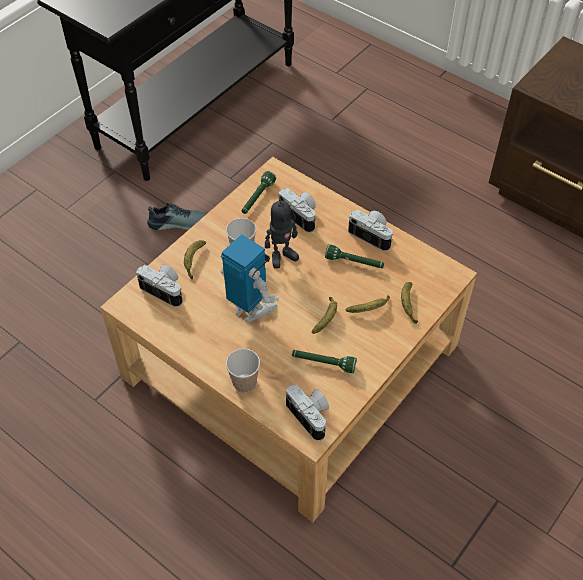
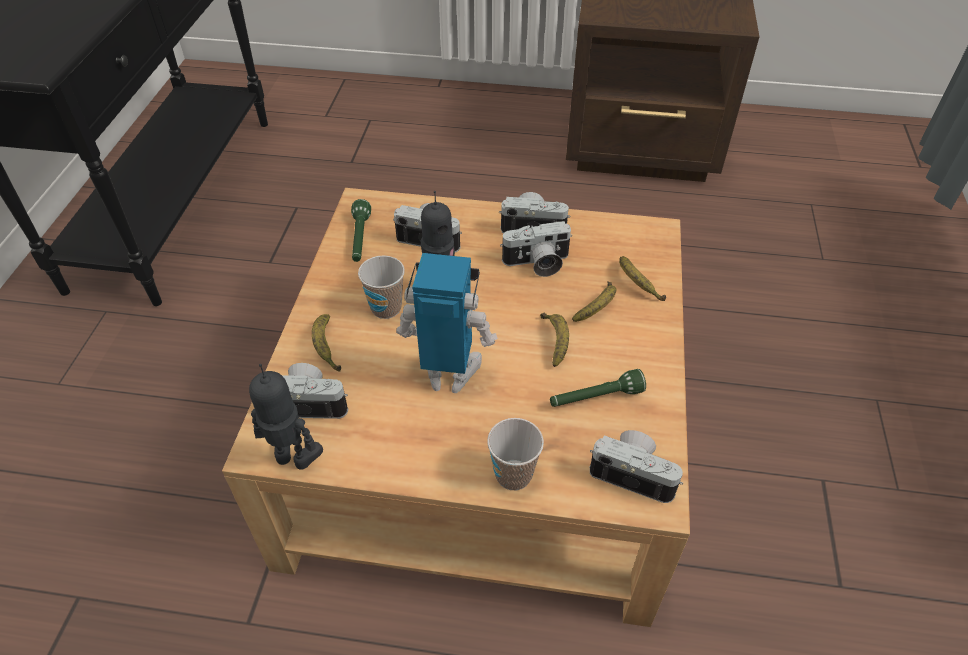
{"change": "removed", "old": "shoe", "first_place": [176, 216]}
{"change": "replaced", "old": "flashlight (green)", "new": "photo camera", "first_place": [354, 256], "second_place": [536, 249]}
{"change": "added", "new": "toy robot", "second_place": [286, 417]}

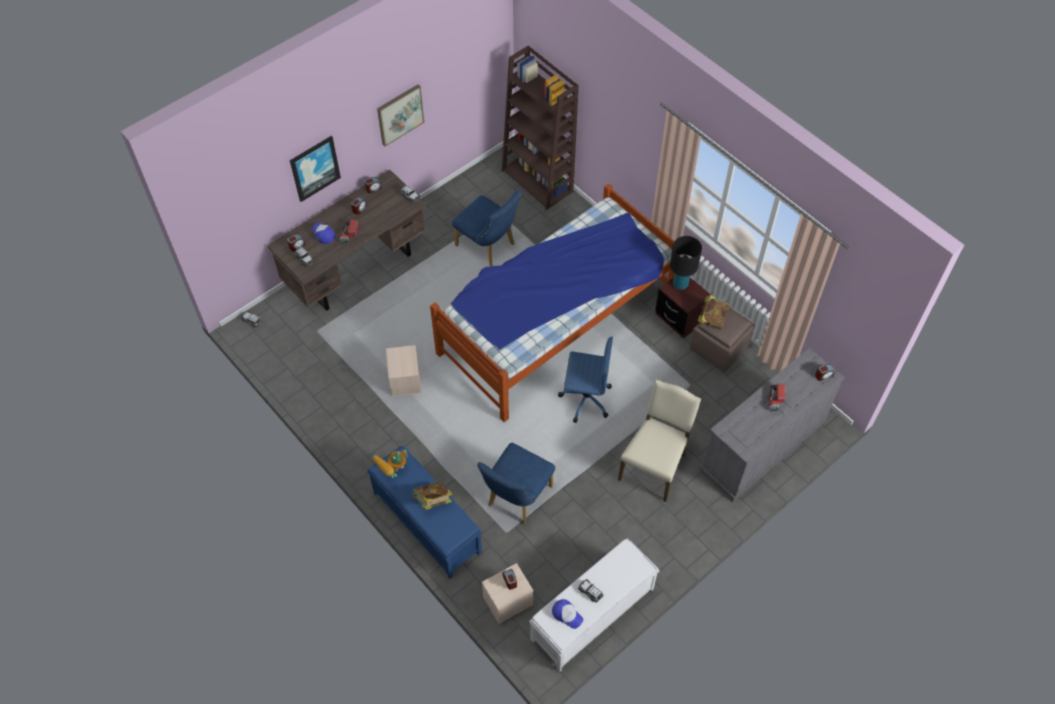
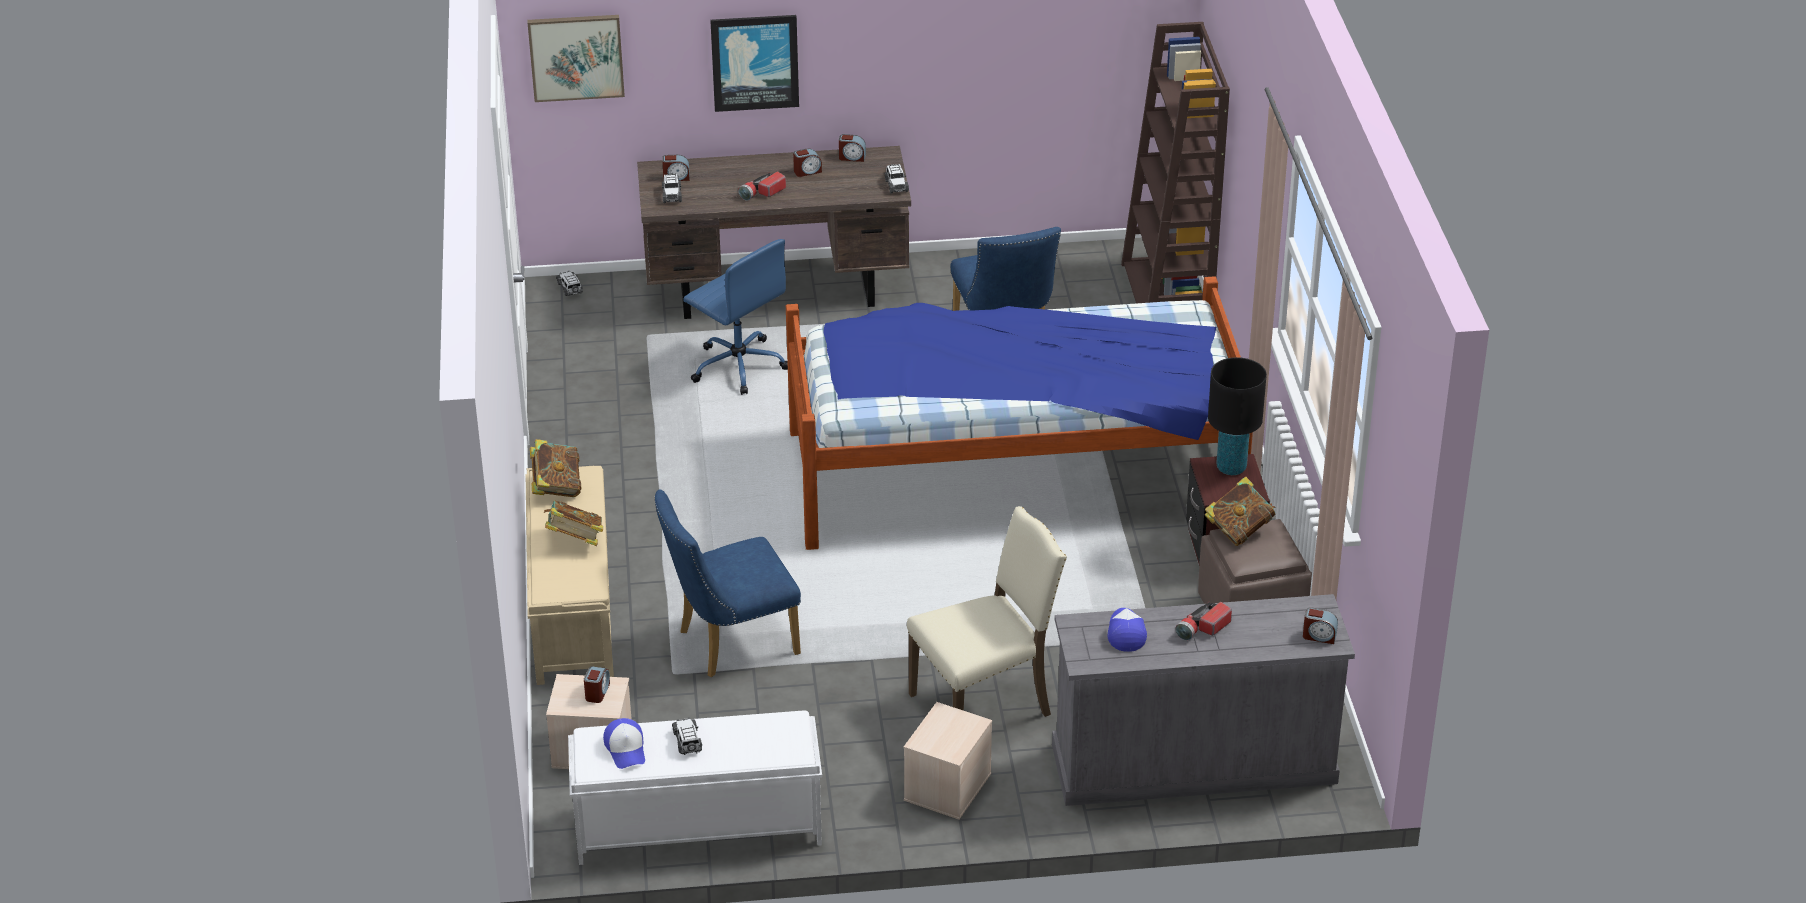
{"change": "moved", "old": "picture", "first_place": [400, 115], "second_place": [576, 58]}
{"change": "moved", "old": "cap", "first_place": [324, 233], "second_place": [1127, 630]}
{"change": "moved", "old": "office chair (blue)", "first_place": [585, 379], "second_place": [735, 317]}
{"change": "moved", "old": "storage box (beige)", "first_place": [403, 371], "second_place": [948, 761]}
{"change": "recoloured", "old": "bench (blue)", "new": "bench (beige)", "first_place": [424, 512], "second_place": [570, 575]}
{"change": "replaced", "old": "toy robot", "new": "book", "first_place": [390, 464], "second_place": [555, 468]}

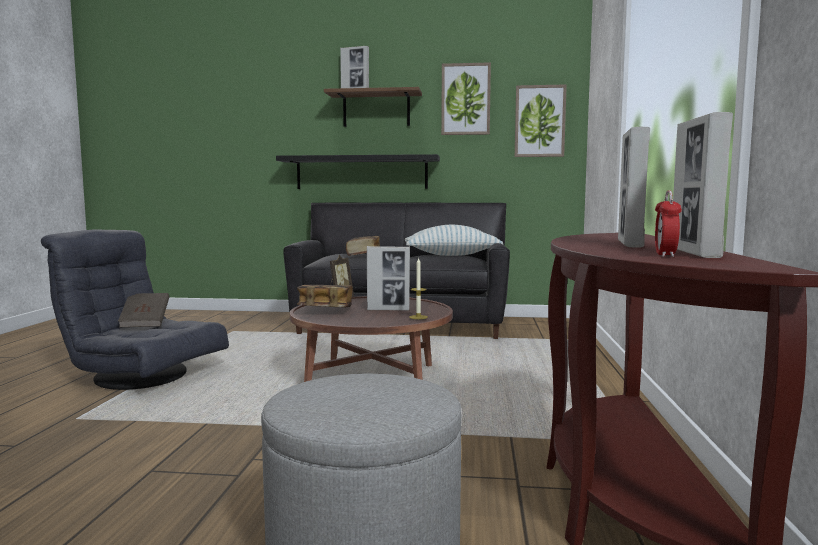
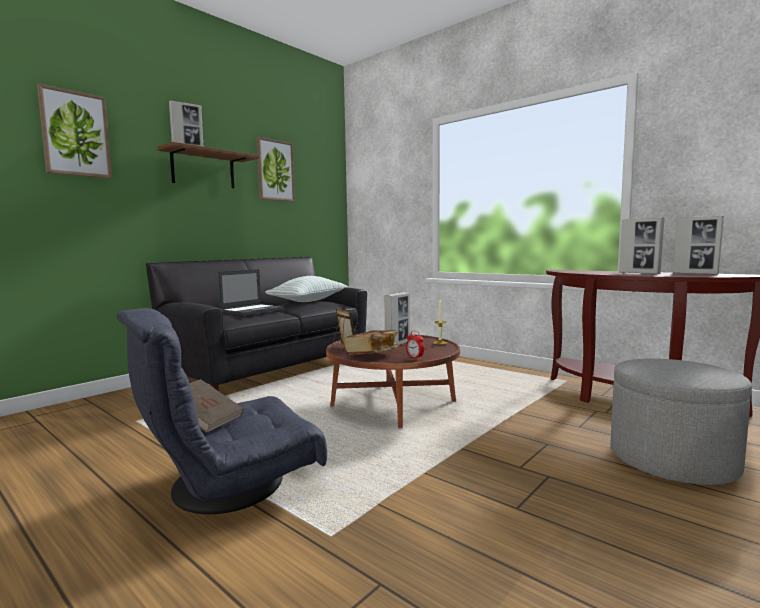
{"change": "moved", "old": "picture", "first_place": [541, 120], "second_place": [74, 131]}
{"change": "removed", "old": "shelf (black)", "first_place": [358, 171]}
{"change": "moved", "old": "alarm clock", "first_place": [668, 223], "second_place": [415, 345]}
{"change": "replaced", "old": "book", "new": "laptop", "first_place": [363, 246], "second_place": [251, 292]}

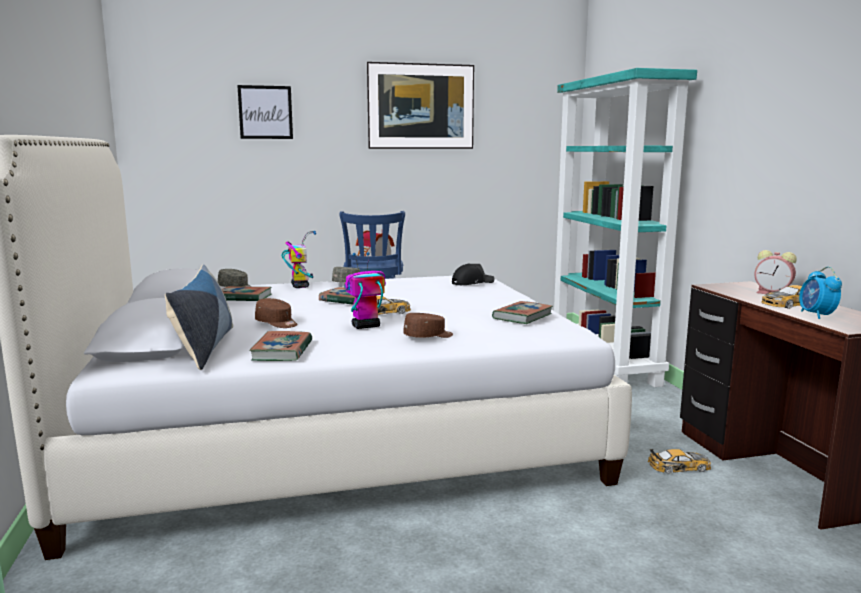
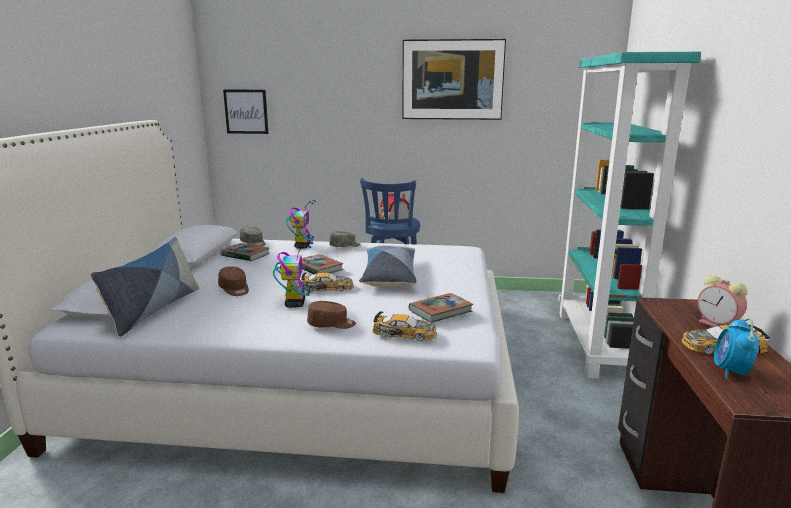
{"change": "moved", "old": "picture", "first_place": [265, 112], "second_place": [245, 112]}
{"change": "turned", "old": "toy robot", "first_place": [365, 290], "second_place": [293, 274], "degrees": 90}
{"change": "removed", "old": "cap (black)", "first_place": [473, 274]}
{"change": "removed", "old": "book", "first_place": [280, 346]}
{"change": "moved", "old": "toy car", "first_place": [679, 461], "second_place": [404, 326]}
{"change": "added", "new": "pillow", "second_place": [388, 266]}

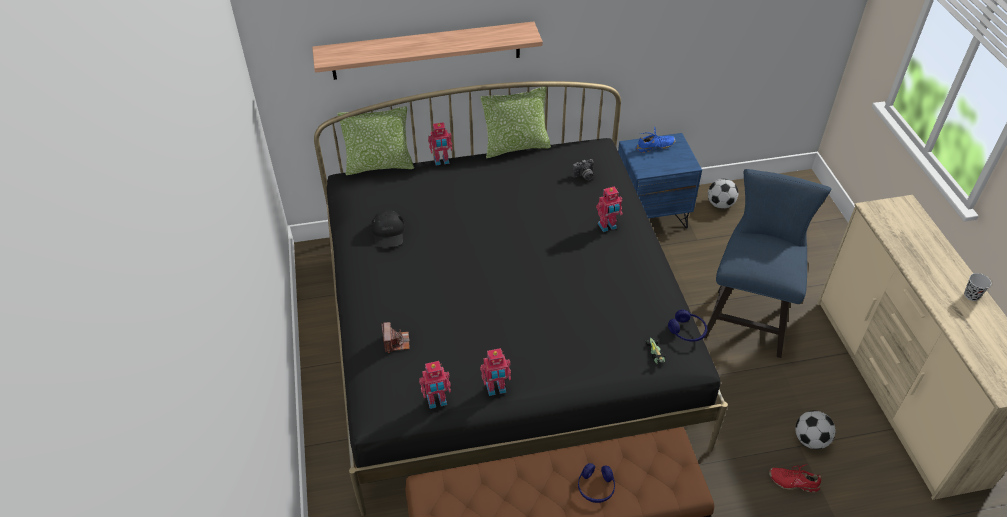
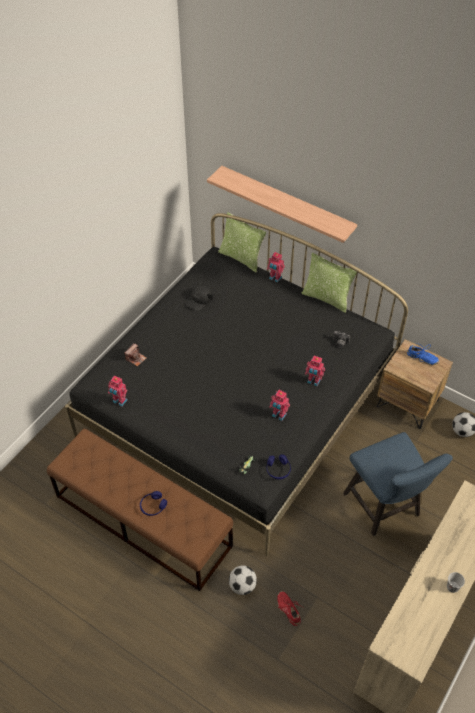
{"change": "recoloured", "old": "nightstand (blue)", "new": "nightstand (brown)", "first_place": [660, 180], "second_place": [415, 384]}
{"change": "turned", "old": "chair (blue)", "first_place": [767, 263], "second_place": [398, 484], "degrees": 90}
{"change": "moved", "old": "toy robot", "first_place": [495, 372], "second_place": [279, 405]}
{"change": "moved", "old": "football", "first_place": [815, 430], "second_place": [243, 580]}

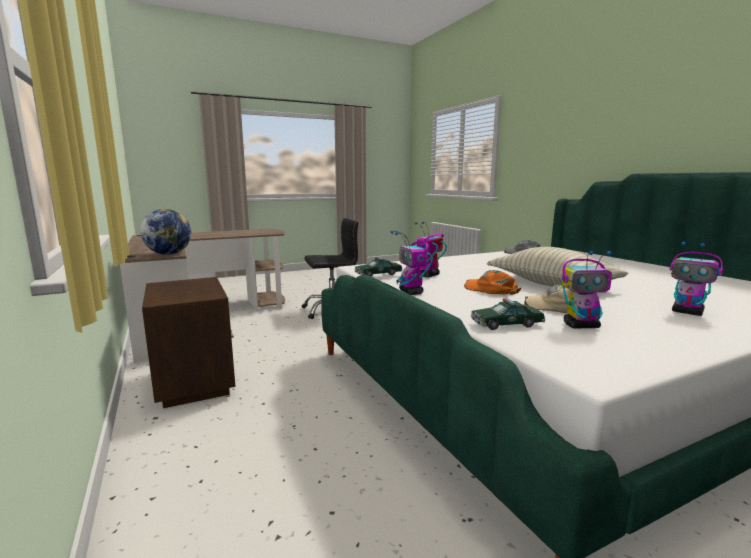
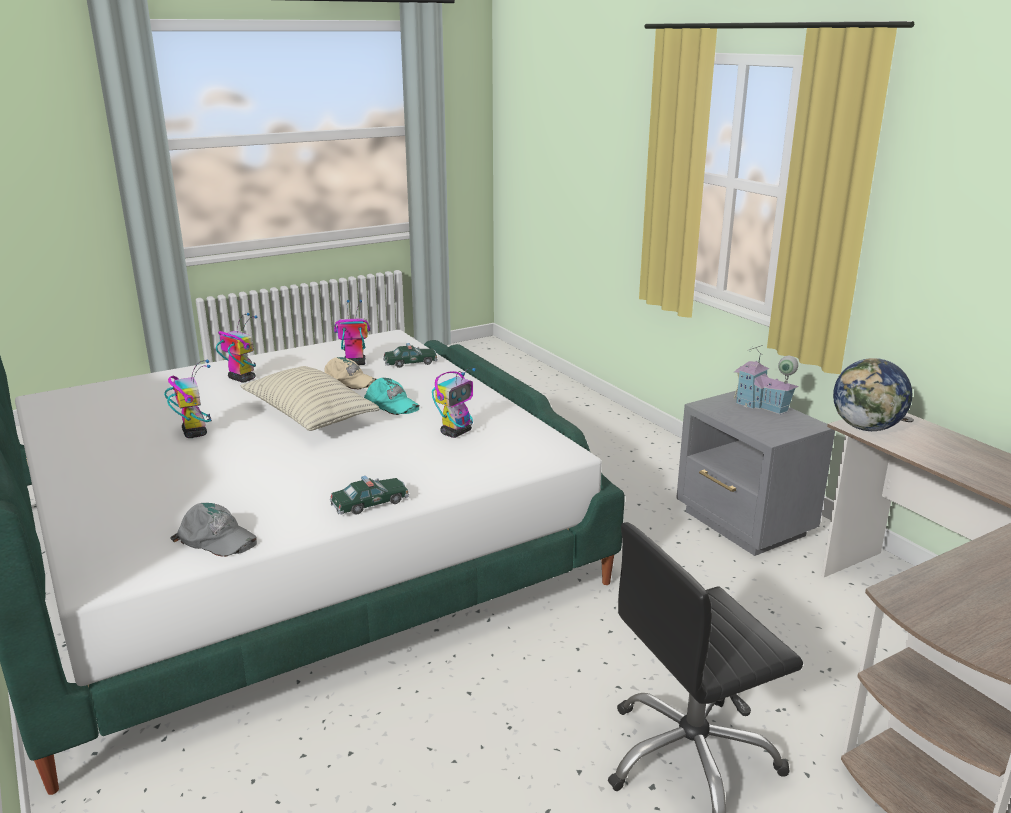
{"change": "moved", "old": "toy robot", "first_place": [412, 263], "second_place": [188, 398]}
{"change": "moved", "old": "toy car", "first_place": [379, 267], "second_place": [369, 495]}
{"change": "recoloured", "old": "cap (orange)", "new": "cap (turquoise)", "first_place": [493, 282], "second_place": [391, 396]}
{"change": "recoloured", "old": "nightstand (brown)", "new": "nightstand (grey)", "first_place": [188, 342], "second_place": [755, 473]}
{"change": "added", "new": "toy house", "second_place": [766, 379]}

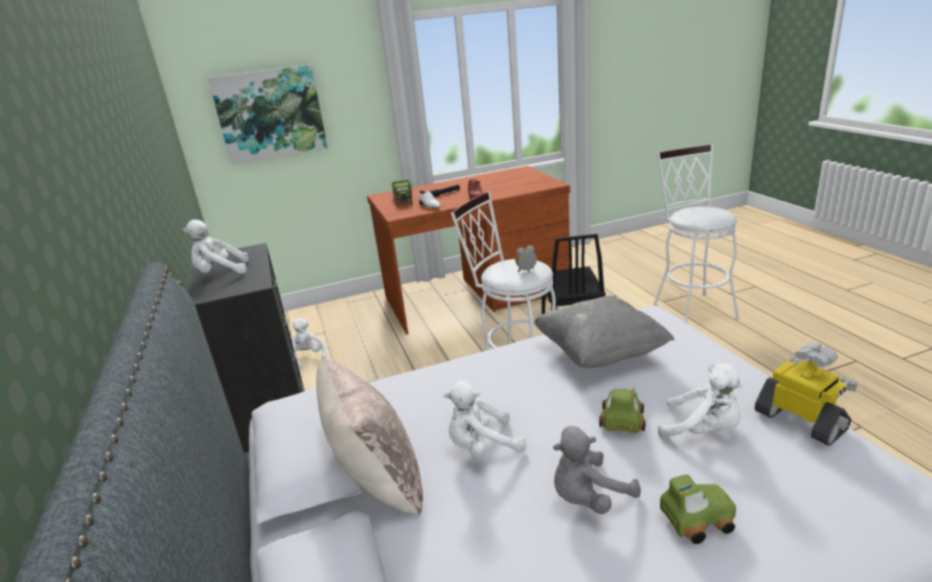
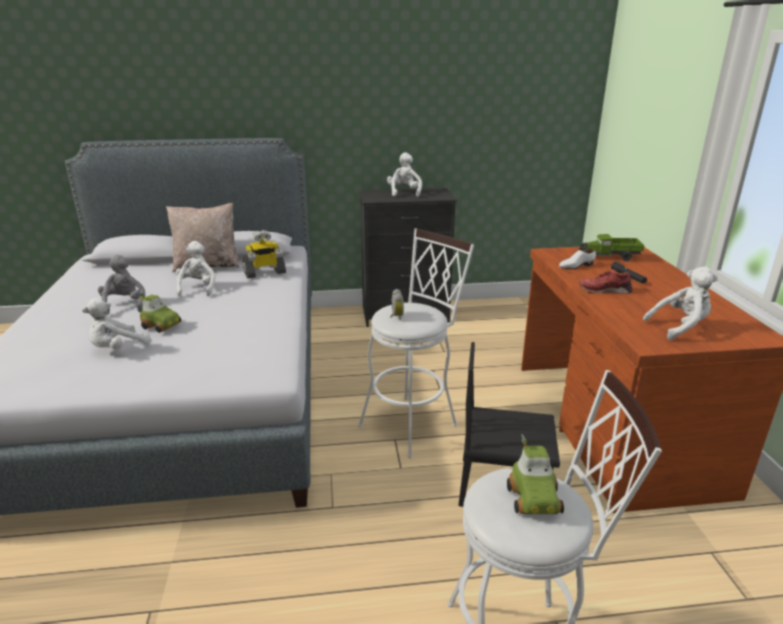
{"change": "removed", "old": "picture", "first_place": [268, 115]}
{"change": "removed", "old": "pillow (grey)", "first_place": [604, 332]}
{"change": "moved", "old": "plush toy (white)", "first_place": [309, 343], "second_place": [680, 303]}
{"change": "moved", "old": "toy robot", "first_place": [806, 394], "second_place": [264, 254]}
{"change": "moved", "old": "toy car", "first_place": [698, 509], "second_place": [535, 474]}

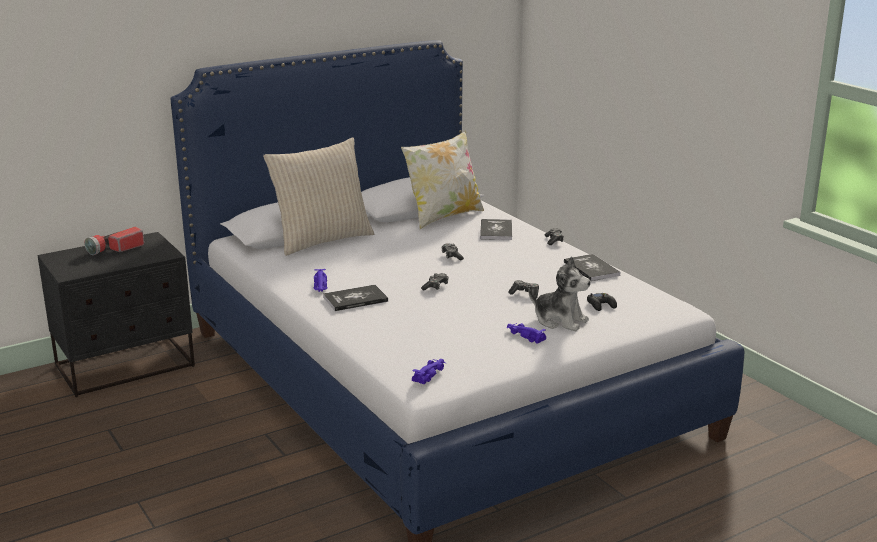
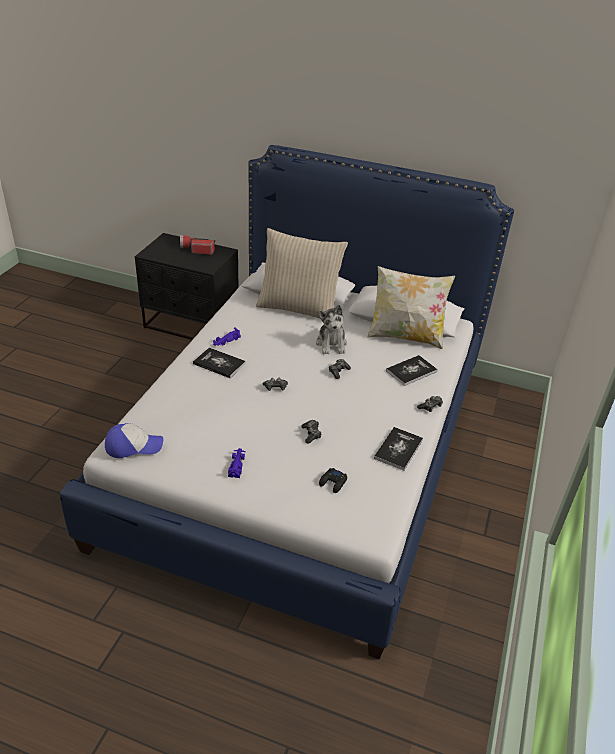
{"change": "moved", "old": "plush toy", "first_place": [559, 293], "second_place": [331, 329]}
{"change": "replaced", "old": "toy car (purple)", "new": "cap", "first_place": [429, 371], "second_place": [134, 440]}

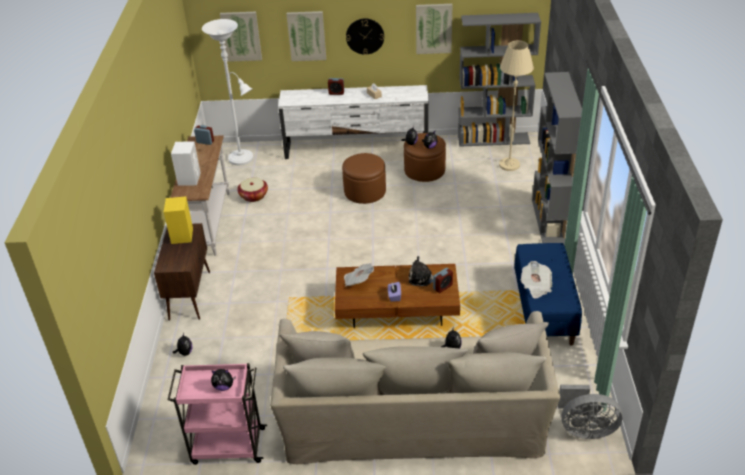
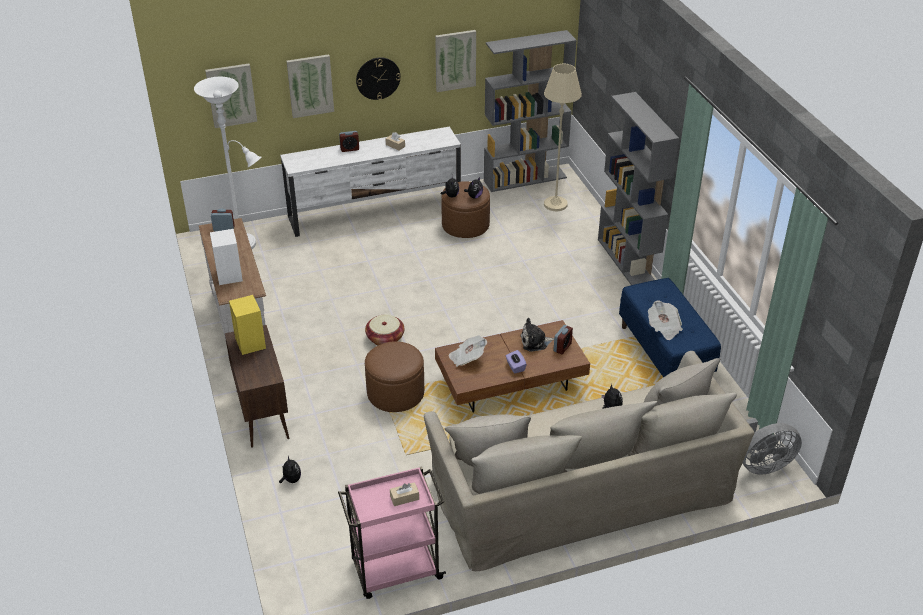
{"change": "moved", "old": "ottoman (brown)", "first_place": [364, 178], "second_place": [394, 376]}
{"change": "moved", "old": "basket", "first_place": [252, 189], "second_place": [384, 329]}
{"change": "replaced", "old": "plush toy", "new": "tissue box (beige)", "first_place": [223, 380], "second_place": [404, 494]}

